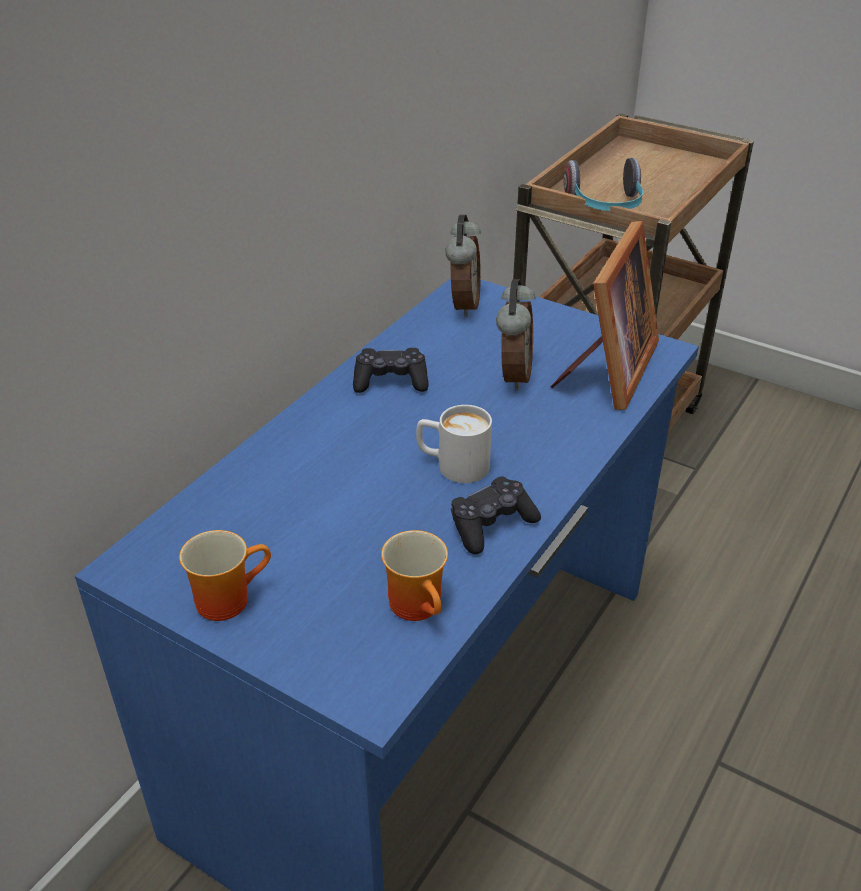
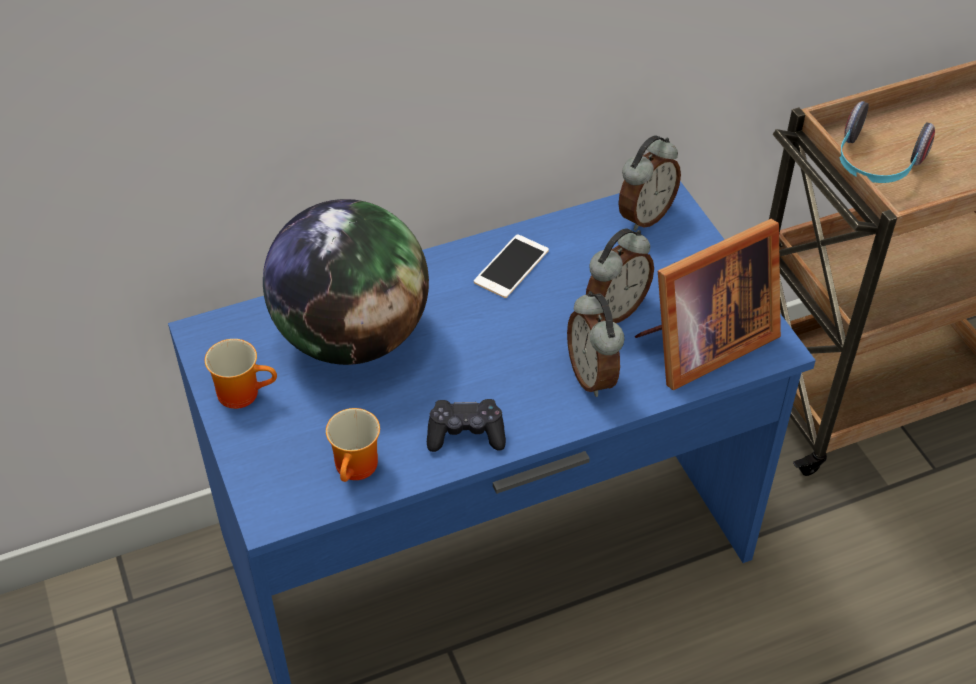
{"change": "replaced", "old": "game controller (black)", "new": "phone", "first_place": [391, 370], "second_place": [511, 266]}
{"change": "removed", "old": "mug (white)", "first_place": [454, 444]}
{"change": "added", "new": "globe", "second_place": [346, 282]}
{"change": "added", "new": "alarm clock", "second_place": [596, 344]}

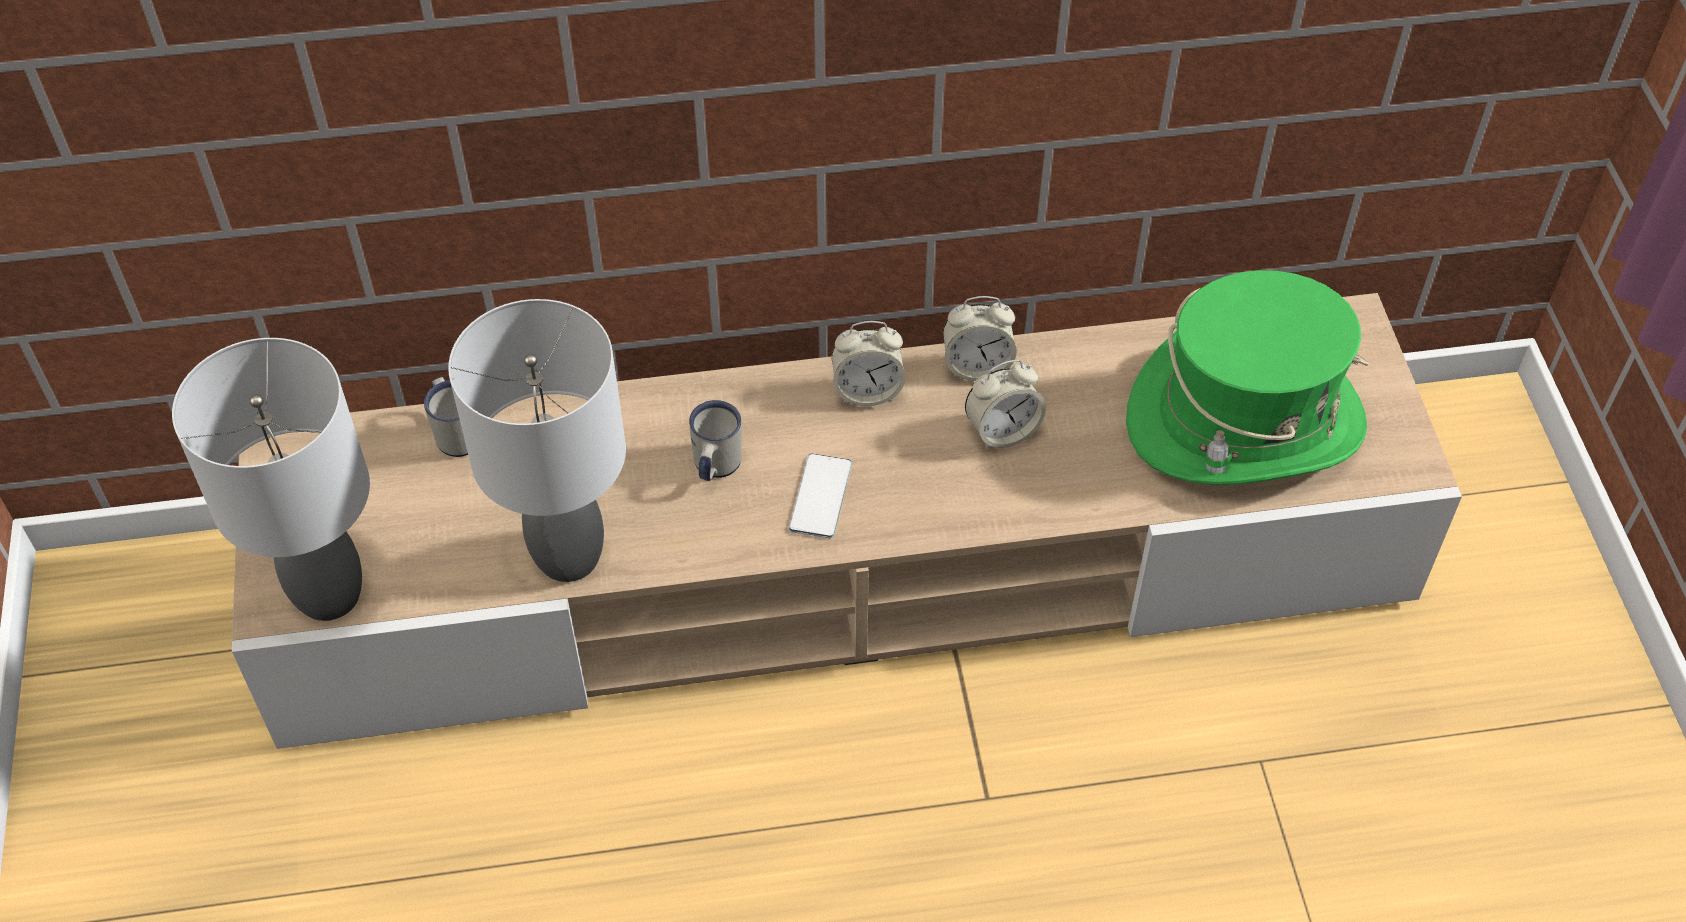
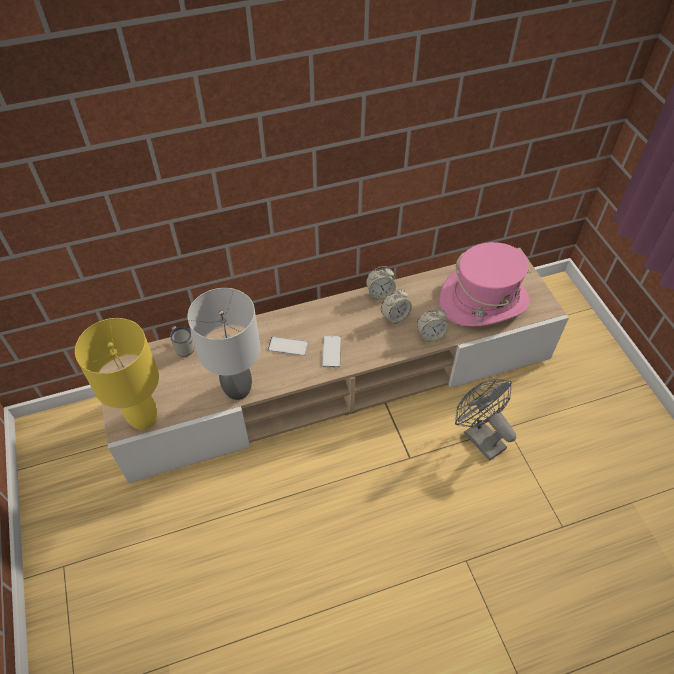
{"change": "recoloured", "old": "hat (green)", "new": "hat (pink)", "first_place": [1247, 377], "second_place": [485, 284]}
{"change": "moved", "old": "alarm clock", "first_place": [869, 363], "second_place": [433, 325]}
{"change": "recoloured", "old": "table lamp (grey)", "new": "table lamp (yellow)", "first_place": [271, 479], "second_place": [117, 374]}
{"change": "replaced", "old": "mug (white)", "new": "phone", "first_place": [715, 440], "second_place": [288, 346]}
{"change": "added", "new": "fan (grey)", "second_place": [485, 420]}

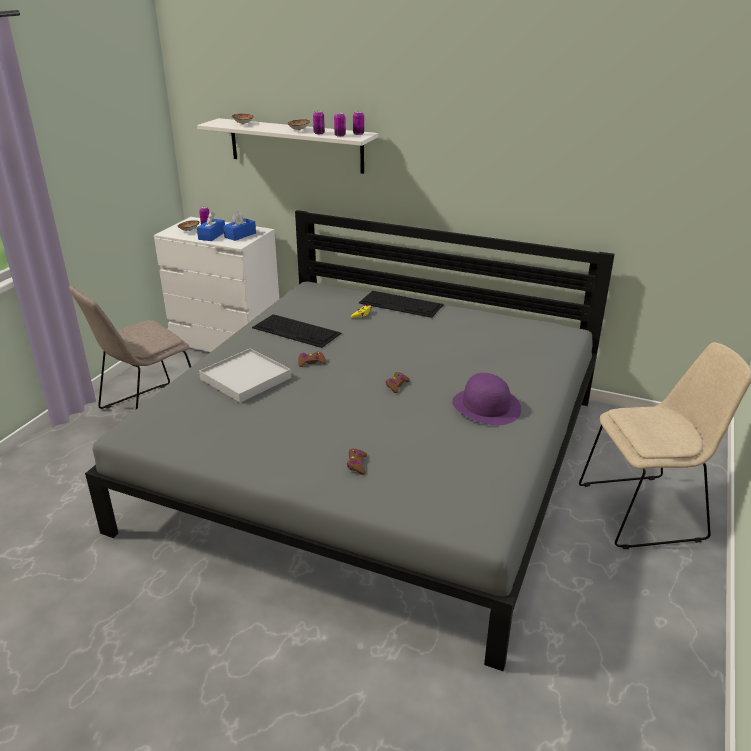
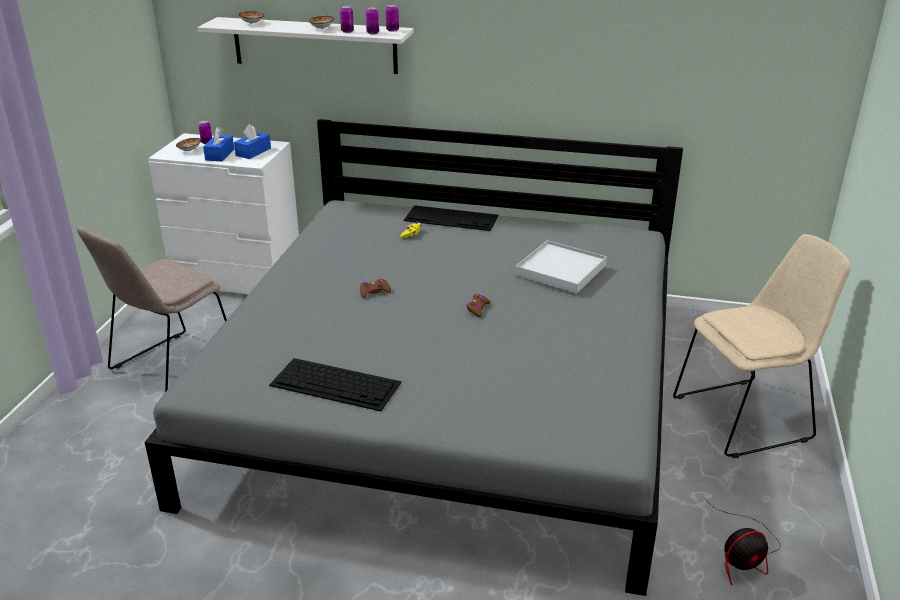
{"change": "moved", "old": "keyboard", "first_place": [297, 331], "second_place": [335, 384]}
{"change": "moved", "old": "tray (white)", "first_place": [245, 375], "second_place": [561, 267]}
{"change": "removed", "old": "hat (purple)", "first_place": [486, 399]}
{"change": "removed", "old": "game controller (brown)", "first_place": [357, 461]}
{"change": "added", "new": "fan", "second_place": [743, 542]}

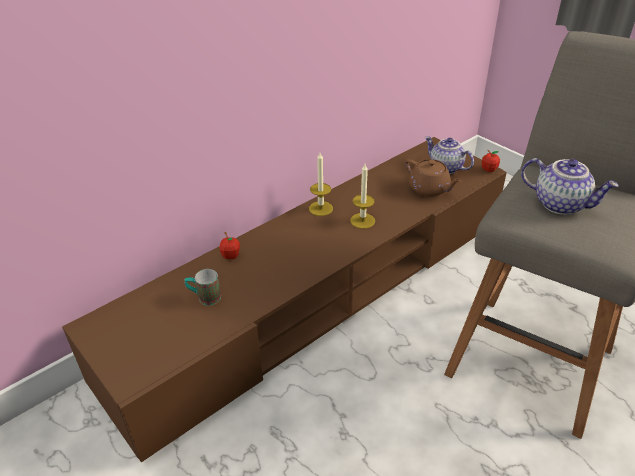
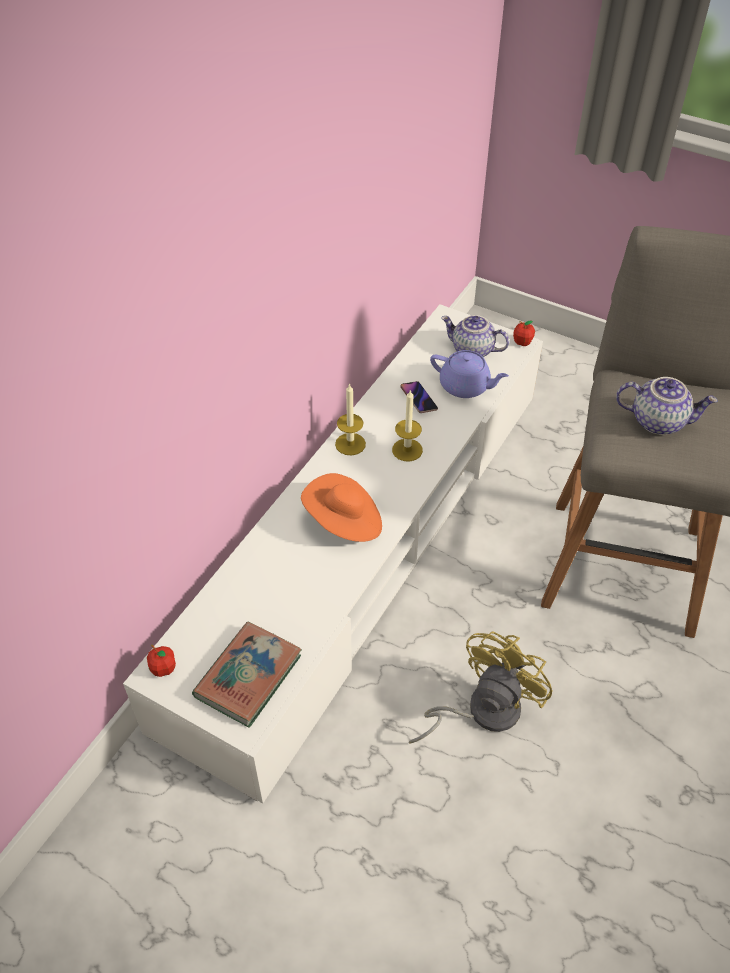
{"change": "recoloured", "old": "tv stand (brown)", "new": "tv stand (white)", "first_place": [284, 299], "second_place": [333, 553]}
{"change": "recoloured", "old": "teapot (brown)", "new": "teapot (purple)", "first_place": [433, 178], "second_place": [469, 374]}
{"change": "moved", "old": "apple", "first_place": [229, 245], "second_place": [161, 661]}
{"change": "removed", "old": "mug", "first_place": [202, 287]}
{"change": "added", "new": "phone", "second_place": [419, 397]}
{"change": "added", "new": "hat (orange)", "second_place": [341, 507]}
{"change": "added", "new": "book", "second_place": [247, 675]}
{"change": "added", "new": "fan (yellow)", "second_place": [480, 687]}

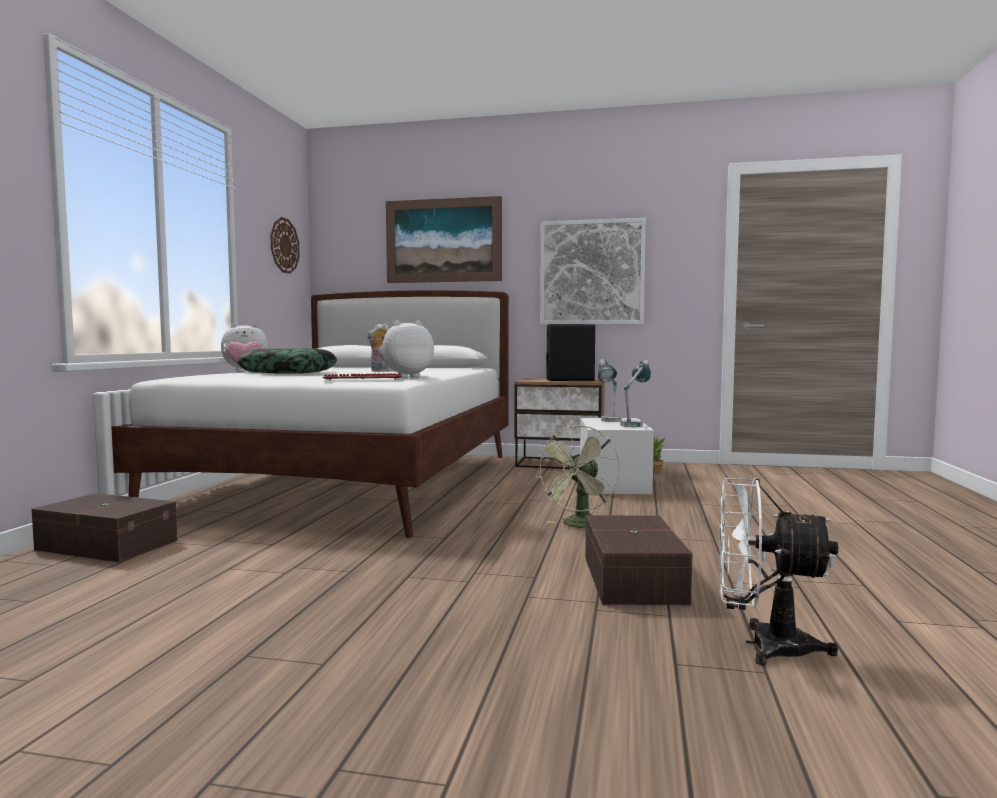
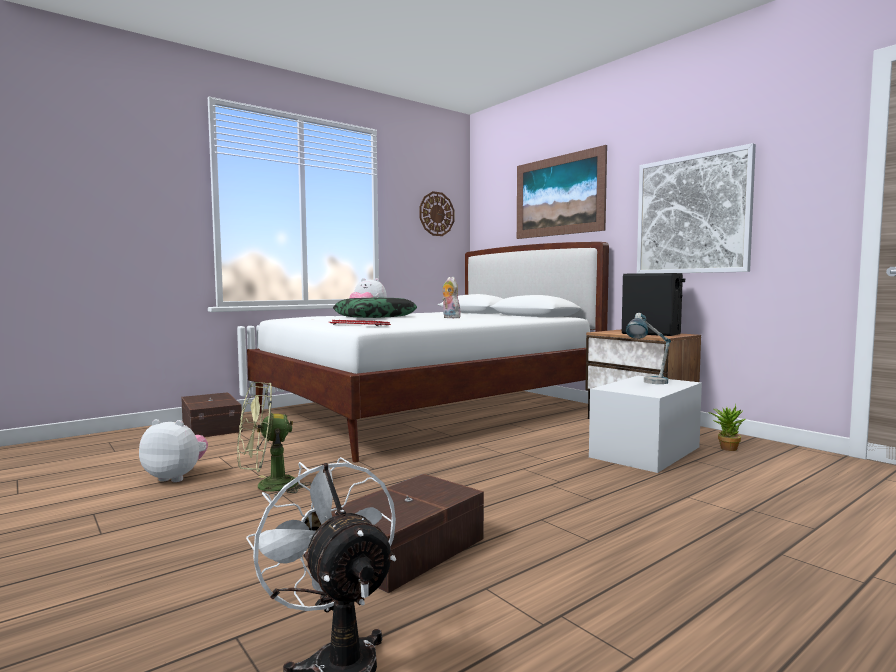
{"change": "moved", "old": "plush toy", "first_place": [406, 349], "second_place": [173, 450]}
{"change": "removed", "old": "table lamp", "first_place": [635, 393]}
{"change": "moved", "old": "fan (green)", "first_place": [577, 476], "second_place": [274, 439]}

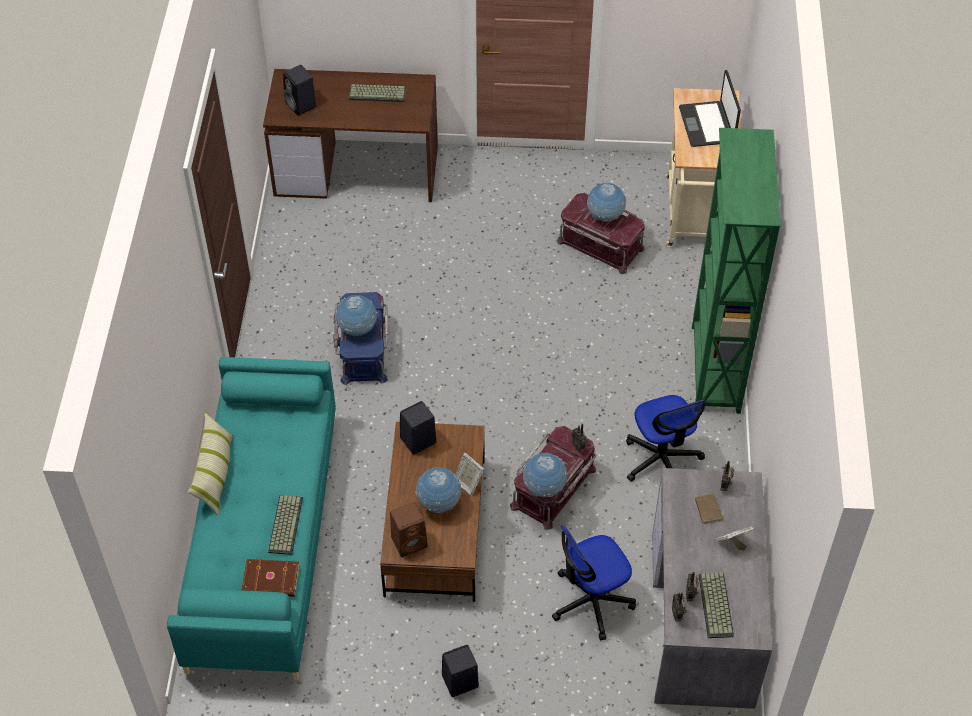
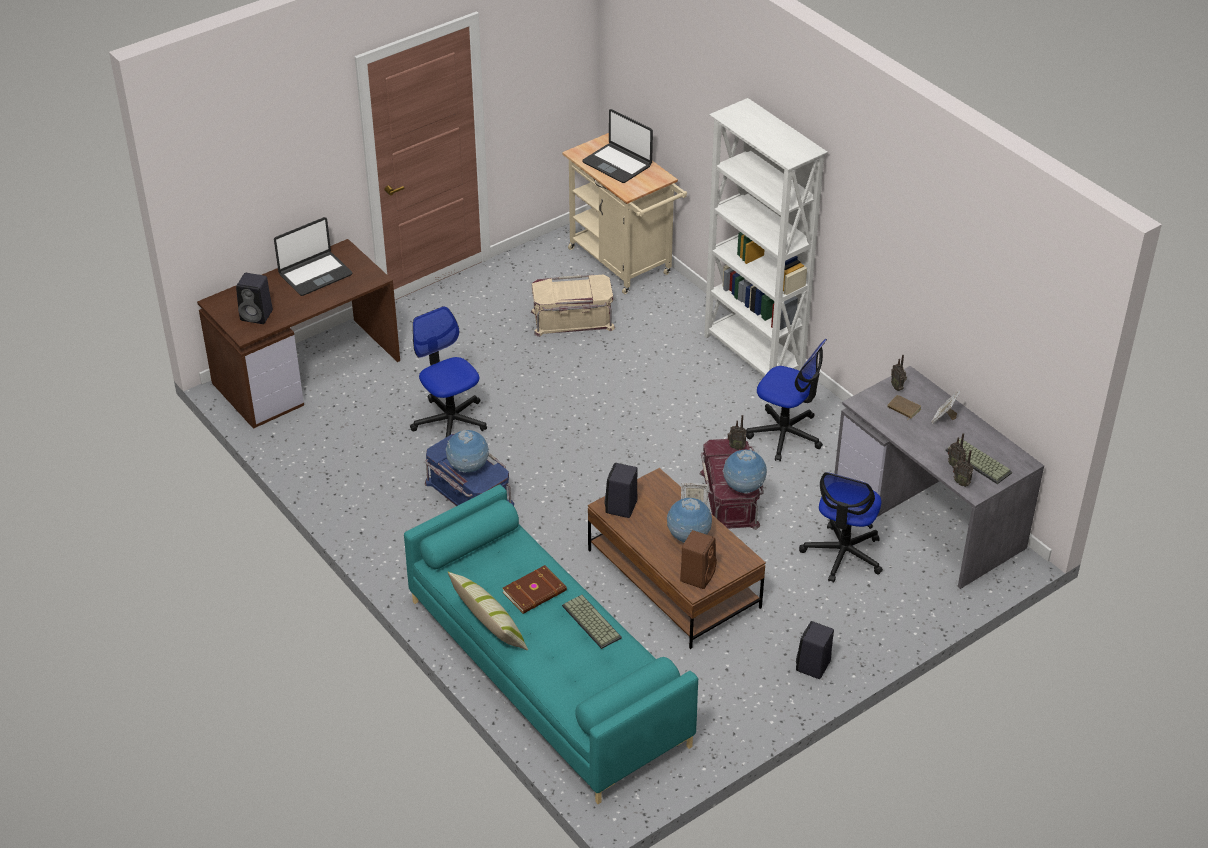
{"change": "replaced", "old": "keyboard", "new": "laptop", "first_place": [378, 93], "second_place": [313, 256]}
{"change": "recoloured", "old": "bookcase (green)", "new": "bookcase (white)", "first_place": [736, 271], "second_place": [766, 237]}
{"change": "removed", "old": "globe", "first_place": [606, 202]}
{"change": "recoloured", "old": "storage box (red)", "new": "storage box (beige)", "first_place": [601, 233], "second_place": [573, 306]}
{"change": "moved", "old": "book (brown)", "first_place": [270, 578], "second_place": [534, 589]}
{"change": "added", "new": "office chair", "second_place": [448, 371]}

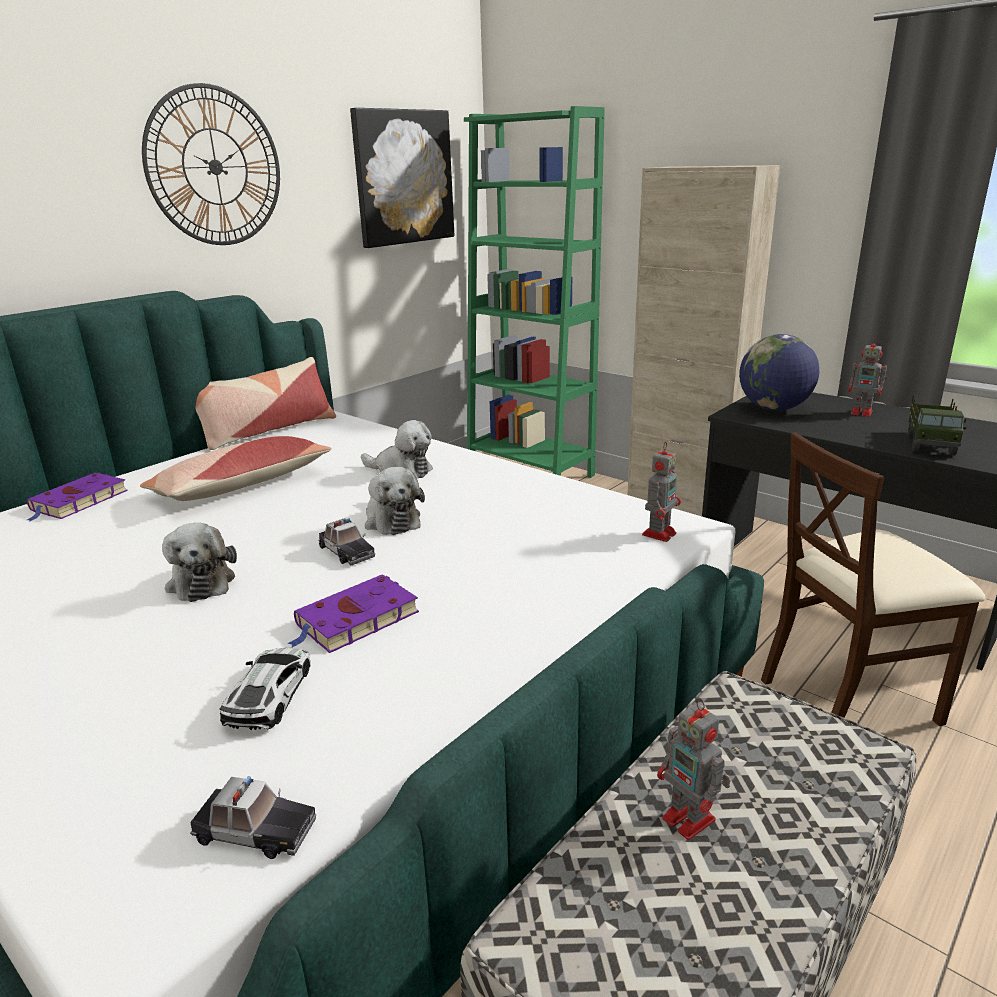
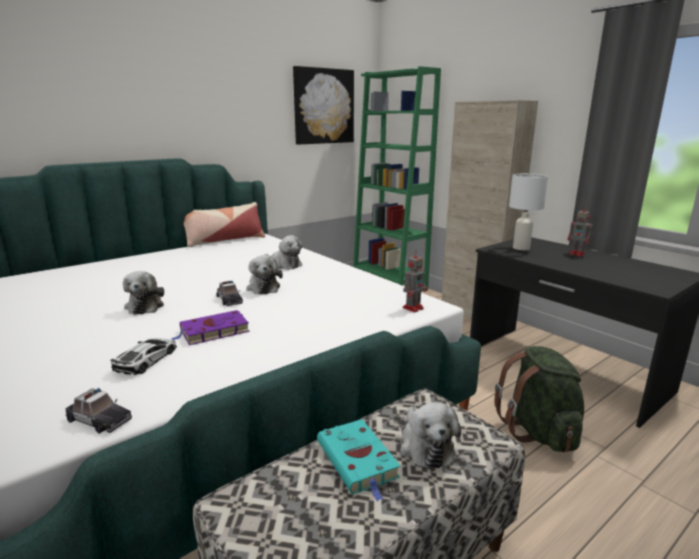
{"change": "removed", "old": "wall clock", "first_place": [211, 164]}
{"change": "replaced", "old": "globe", "new": "table lamp (white)", "first_place": [779, 372], "second_place": [529, 211]}
{"change": "removed", "old": "toy truck", "first_place": [937, 426]}
{"change": "replaced", "old": "chair (beige)", "new": "backpack (green)", "first_place": [873, 579], "second_place": [539, 399]}
{"change": "removed", "old": "pillow", "first_place": [236, 468]}
{"change": "removed", "old": "book (purple)", "first_place": [77, 497]}
{"change": "replaced", "old": "toy robot", "new": "book (turquoise)", "first_place": [694, 769], "second_place": [359, 460]}
{"change": "added", "new": "plush toy", "second_place": [430, 435]}

